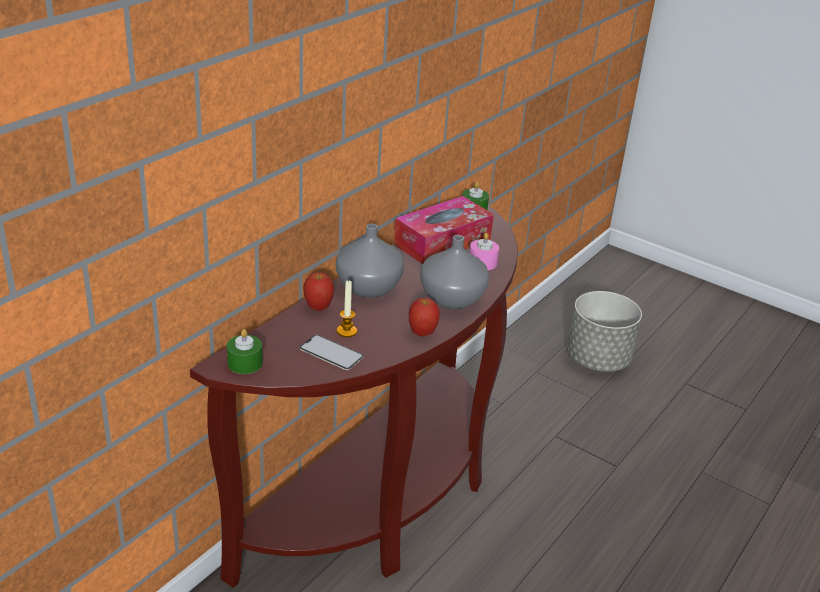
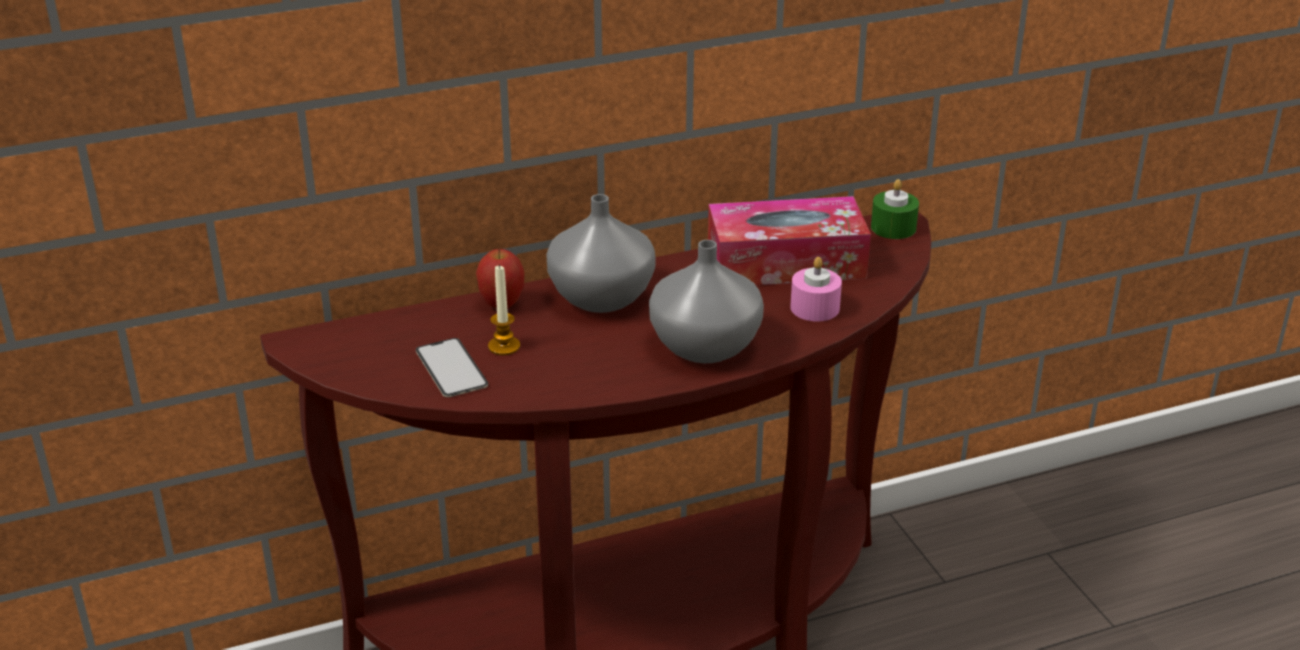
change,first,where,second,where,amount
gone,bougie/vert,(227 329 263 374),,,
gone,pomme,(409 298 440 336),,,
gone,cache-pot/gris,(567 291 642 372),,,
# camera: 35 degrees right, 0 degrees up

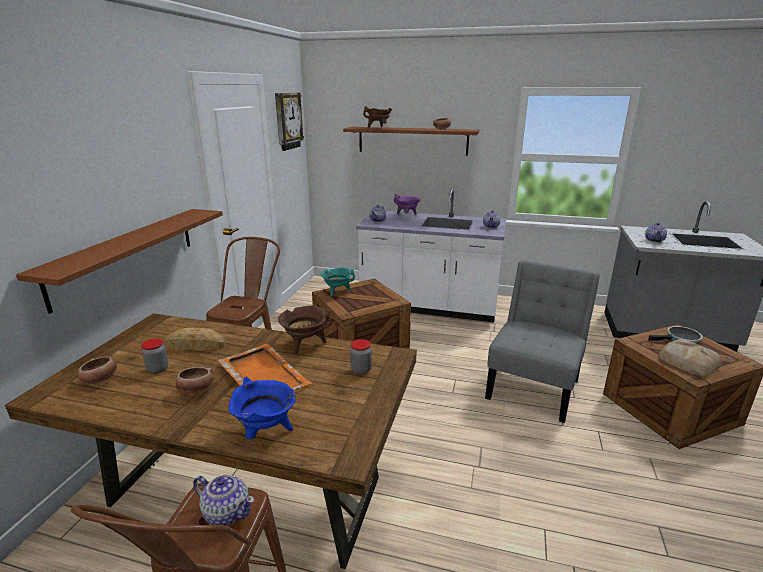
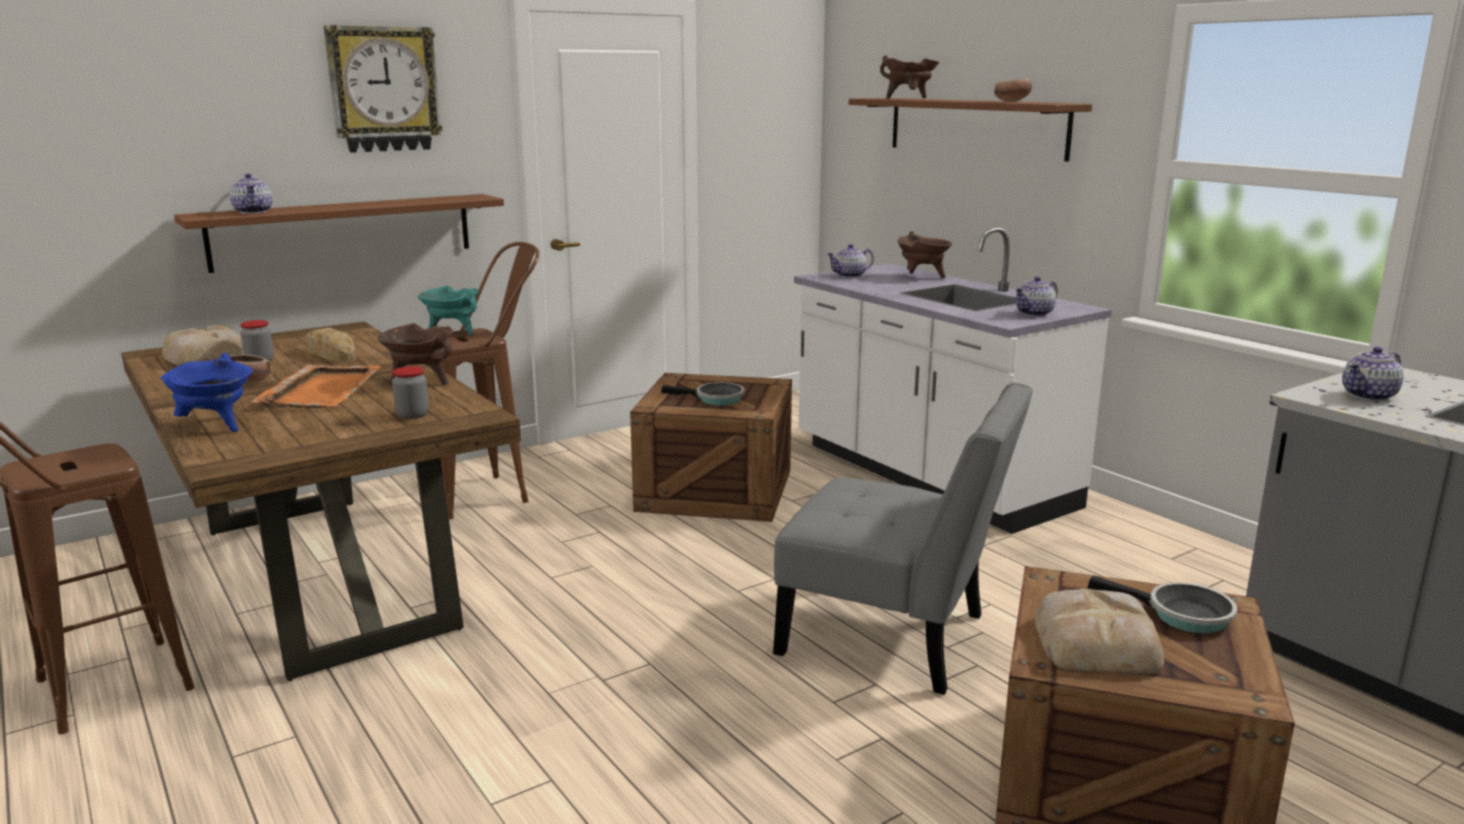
change,first,where,second,where,amount
swapped,bol,(78 357 117 384),pain,(162 325 244 366),
shifted,théière,(193 475 255 526),,(230 173 273 214),
shifted,horloge murale,(275 93 304 151),,(324 25 443 153),
shifted,marmite/turquoise,(321 268 355 297),,(418 286 479 336),
new,,,poêle,(661 382 745 405),
rotated,chaise/gris,(485 260 600 423),,(773 382 1033 695),45 degrees clockwise
repainted,marmite/violet,(394 194 421 215),marmite/marron,(898 231 952 278),
# camera: 40 degrees right, 5 degrees down

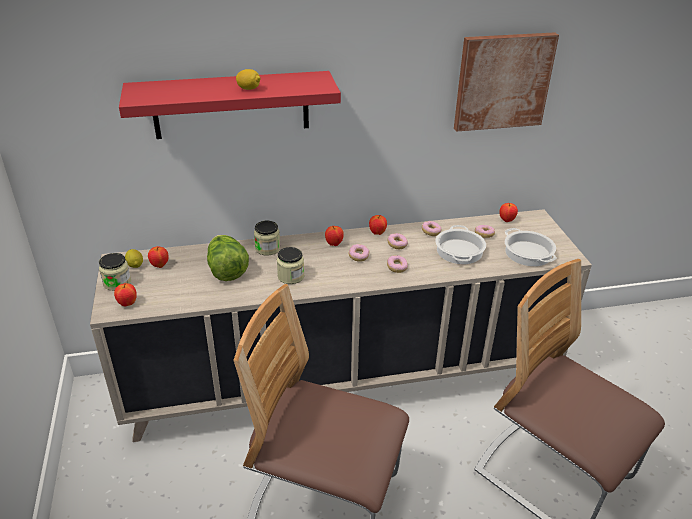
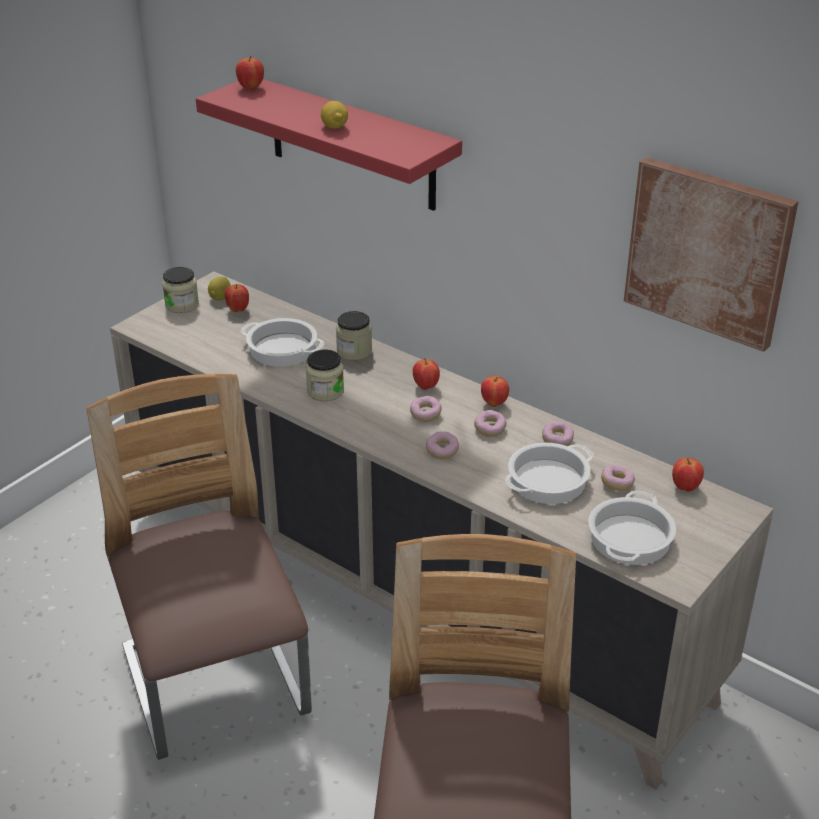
change,first,where,second,where,amount
shifted,pomme,(114 283 137 307),,(236 56 264 90),
swapped,laitue,(207 235 249 281),marmite,(241 318 324 367),
# camera: 50 degrees right, 0 degrees up

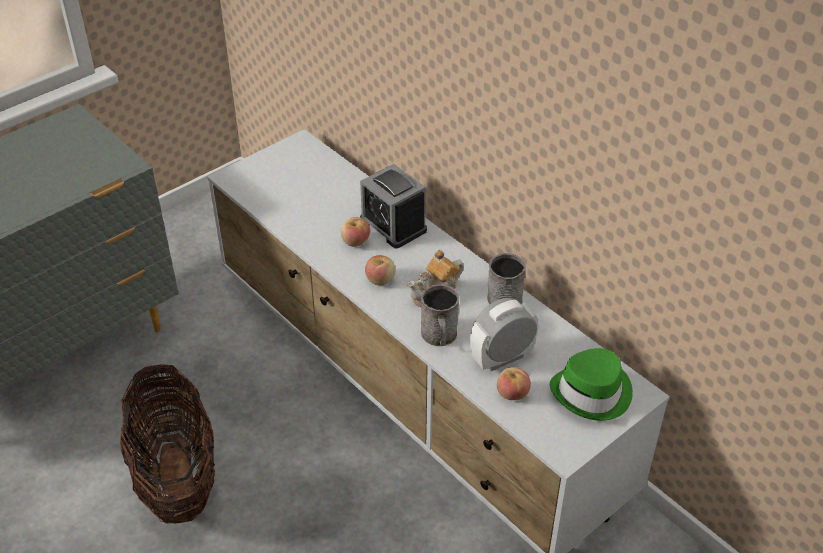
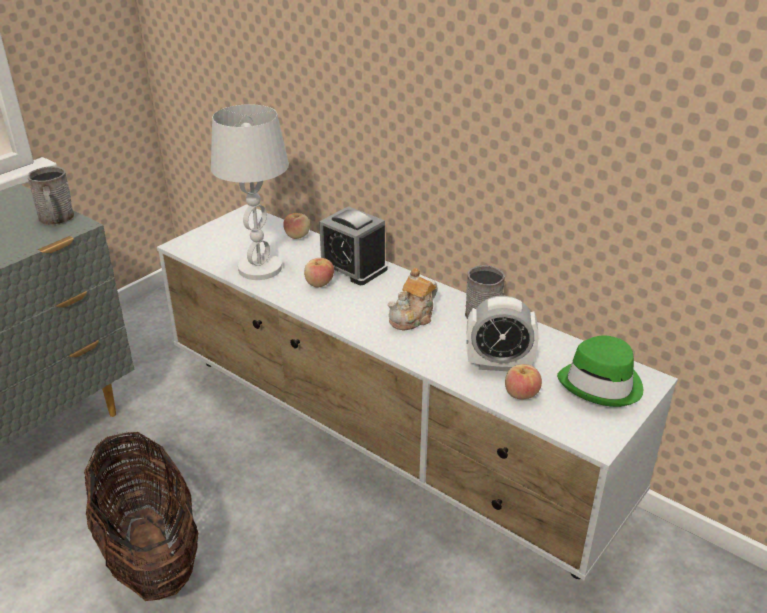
change,first,where,second,where,amount
shifted,mug/gris,(421 284 459 346),,(28 166 75 226),
new,,,lampe de table/blanc,(211 104 289 280),
shifted,pomme,(365 255 395 285),,(283 213 310 239),
rotated,réveil,(470 298 538 371),,(466 296 539 371),135 degrees counterclockwise
# camera: 10 degrees left, 10 degrees down

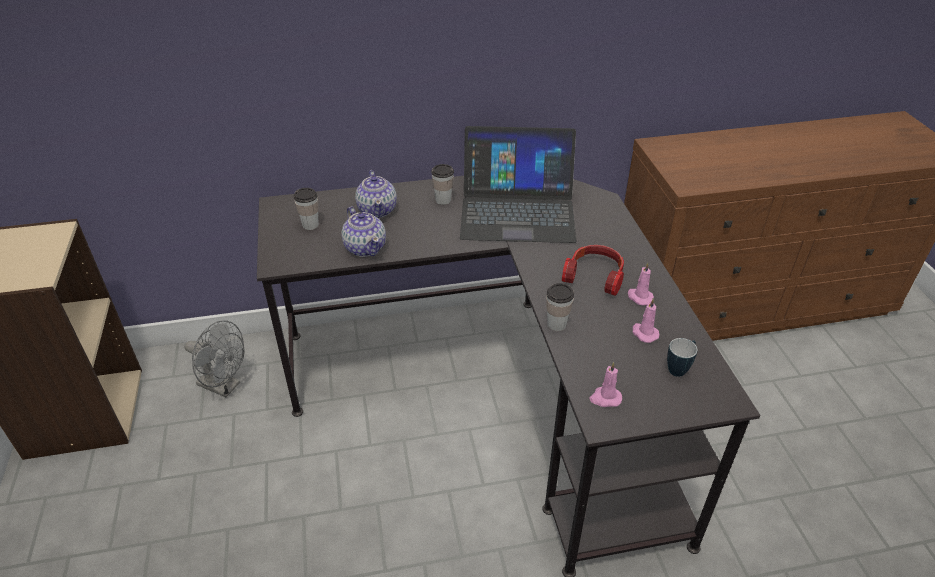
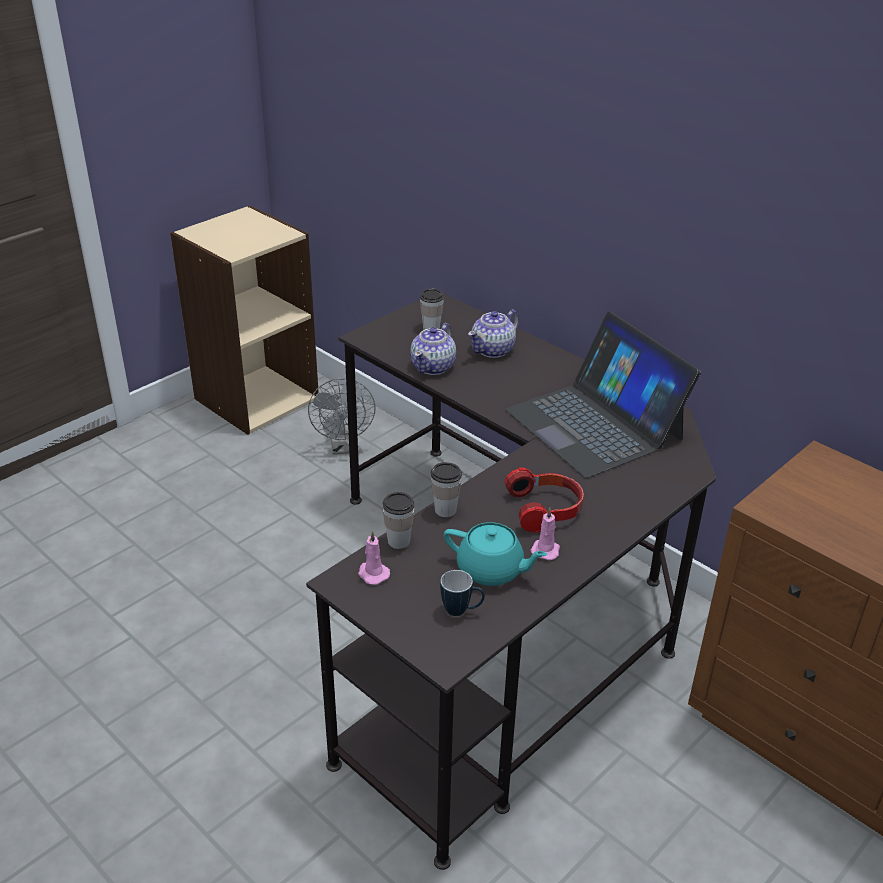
change,first,where,second,where,amount
shifted,tasse,(431 164 454 205),,(383 492 414 549),
swapped,bougie/rose,(633 298 660 343),théière/turquoise,(444 522 548 586),
# camera: 55 degrees right, 5 degrees down

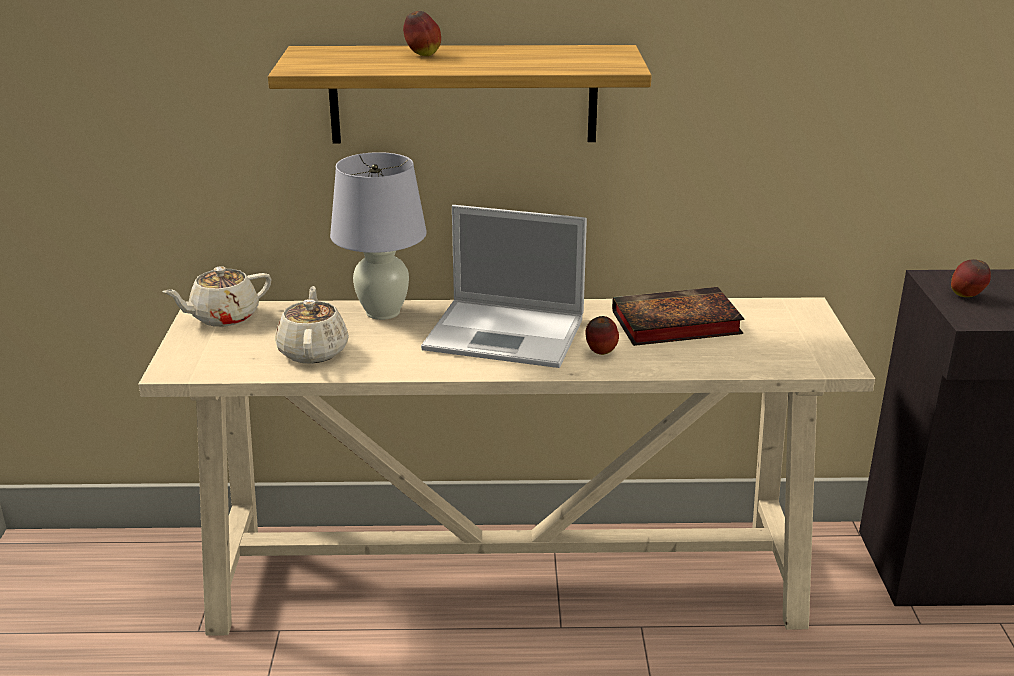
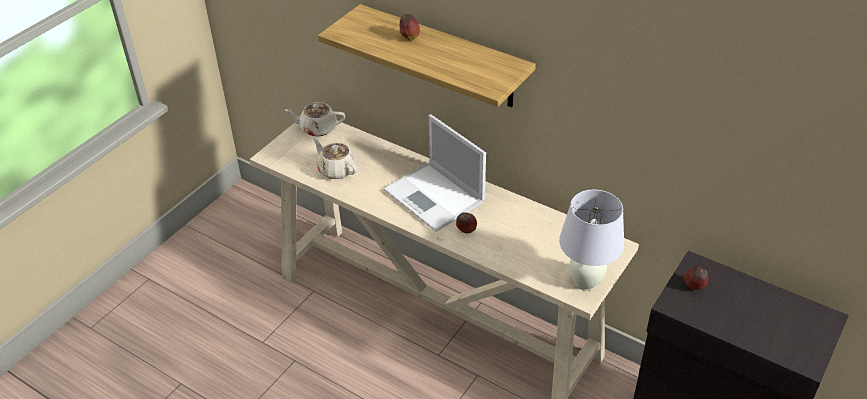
change,first,where,second,where,amount
rotated,théière/beige,(275 286 349 364),,(312 137 357 179),75 degrees counterclockwise
shifted,lampe de table/blanc,(330 152 427 320),,(559 190 624 291),
gone,livre,(612 287 744 346),,,
# camera: 35 degrees right, 15 degrees up

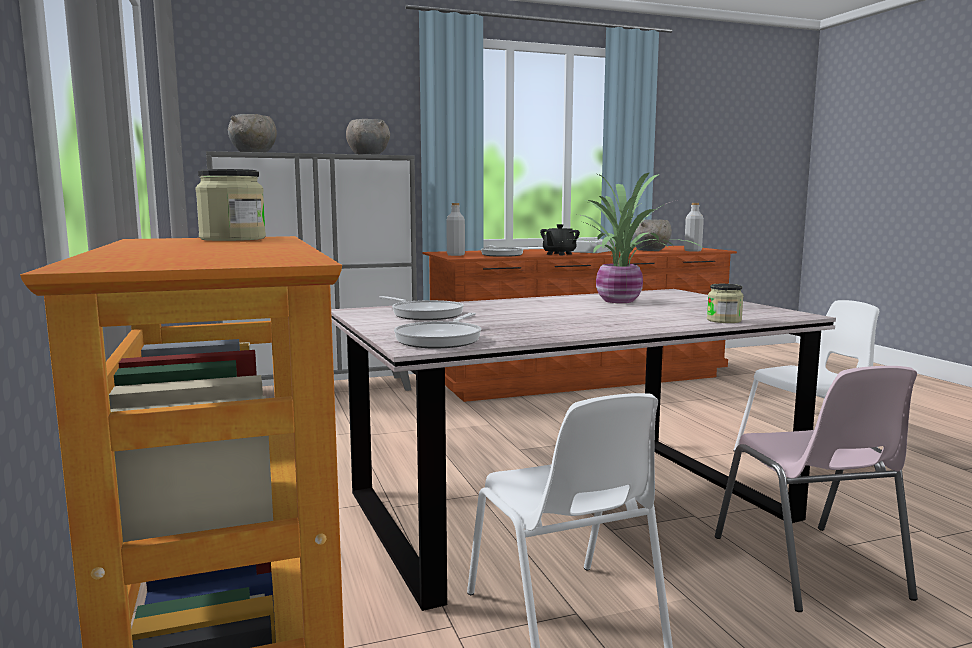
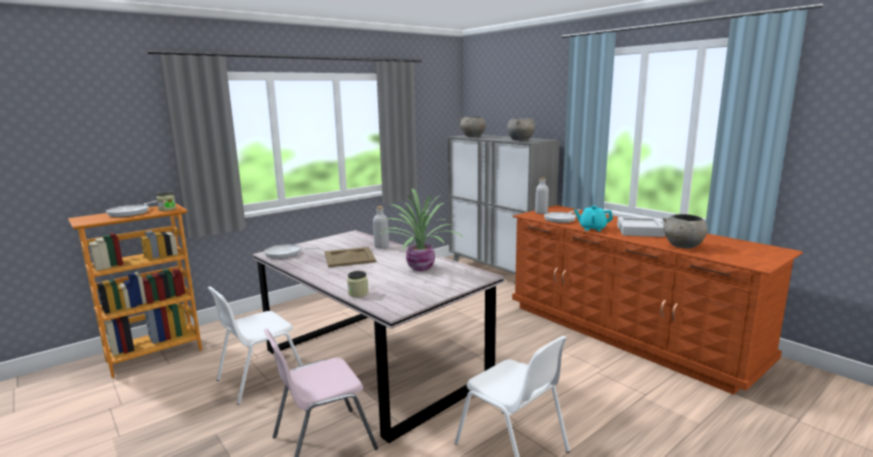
change,first,where,second,where,amount
shifted,poêle,(379 296 464 320),,(106 201 157 217),
new,,,plateau/beige,(324 247 376 267),
shifted,bouteille/gris,(684 203 704 252),,(373 206 389 249),
repainted,théière/noir,(540 224 580 255),théière/turquoise,(574 206 613 232),
# camera: 70 degrees right, 5 degrees up

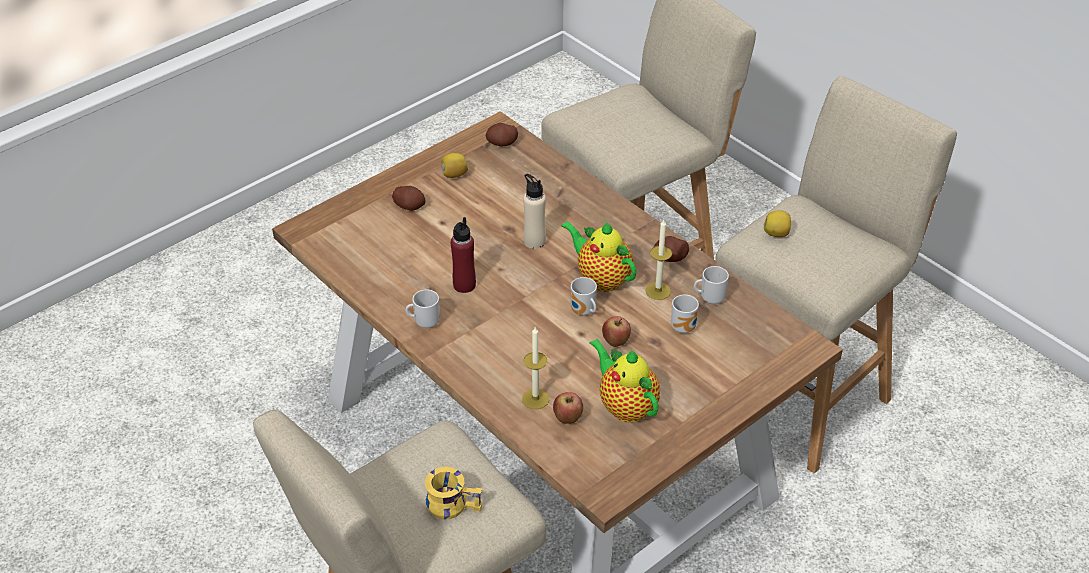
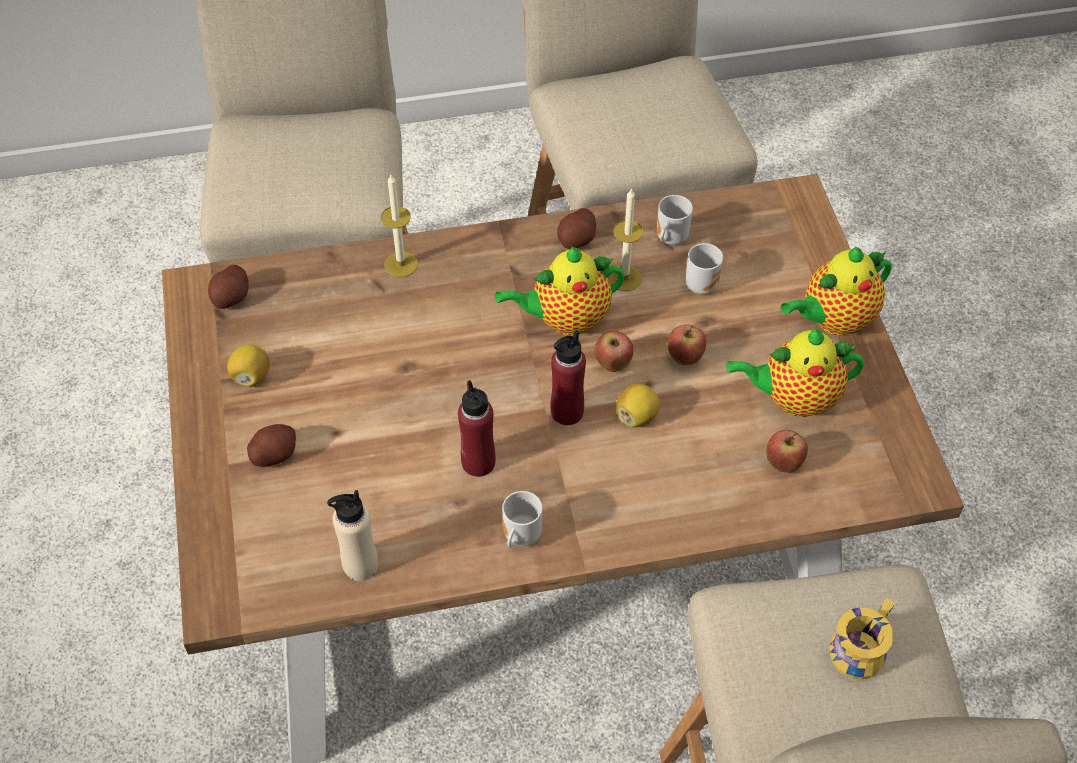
change,first,where,second,where,amount
shifted,bouteille/beige,(523 174 546 249),,(327 490 378 581),
shifted,bougie,(522 327 549 409),,(381 175 418 277),
new,,,bouteille/rouge,(551 330 586 425),
swapped,mug,(571 277 597 316),pomme,(594 331 633 372),
shifted,citron,(764 210 791 237),,(616 383 660 427),
new,,,théière,(781 247 892 335),
# camera: 60 degrees left, 10 degrees up

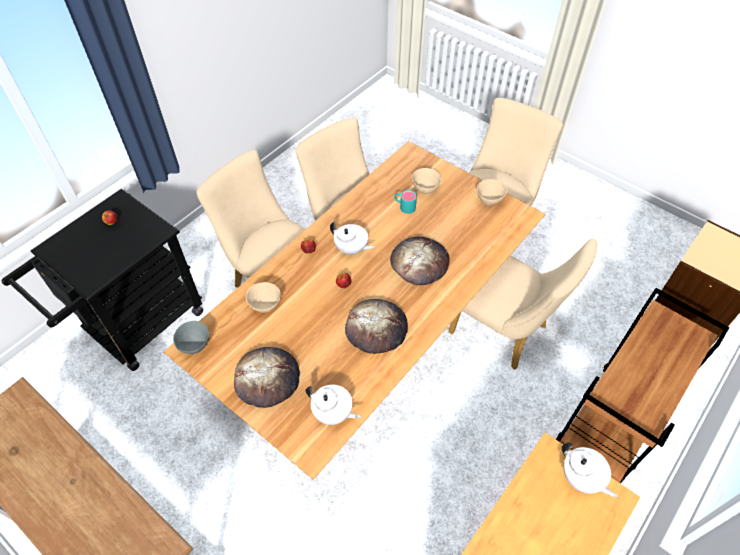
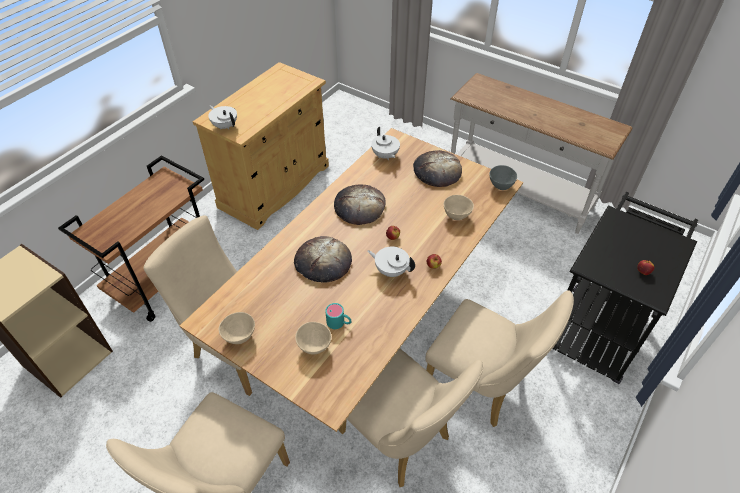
change,first,where,second,where,amount
rotated,théière/blanc,(306 385 361 425),,(371 127 400 160),135 degrees counterclockwise
# camera: 175 degrees right, 5 degrees down

